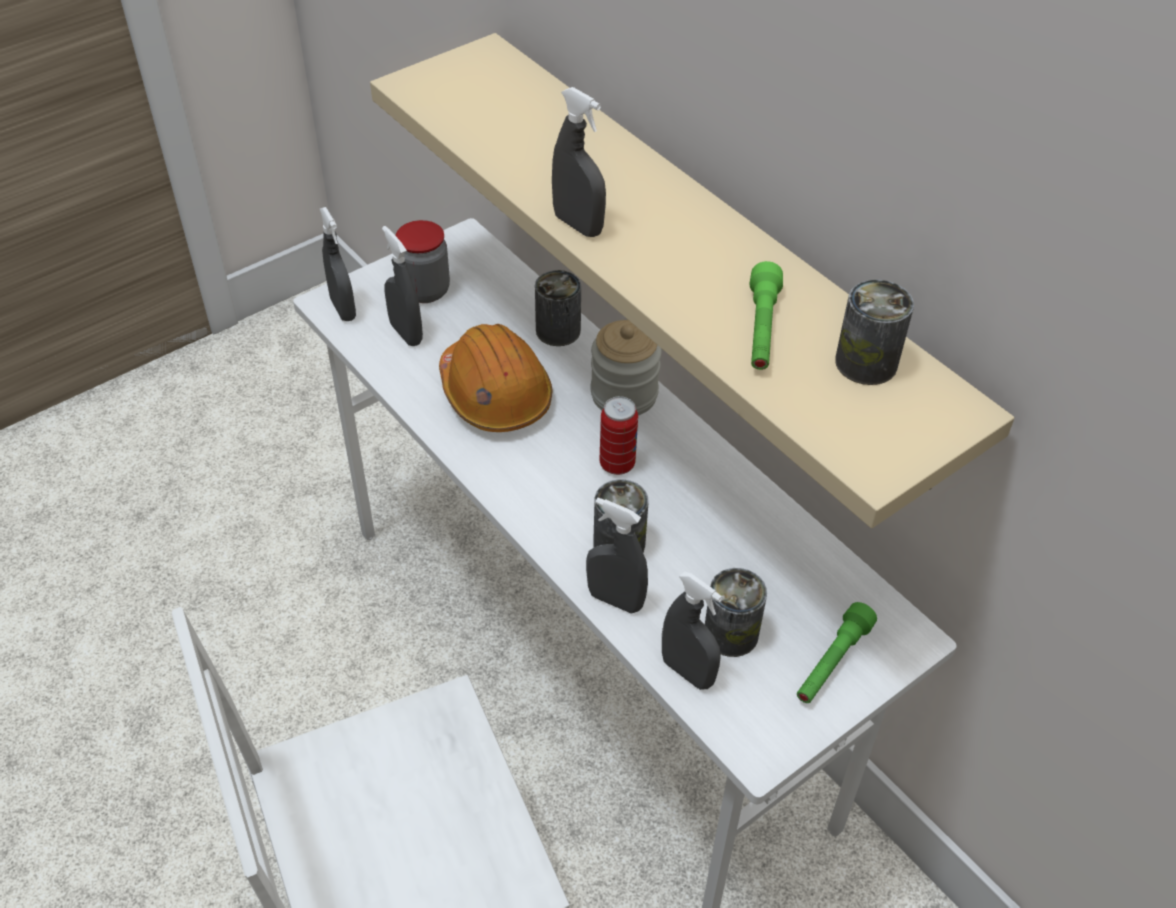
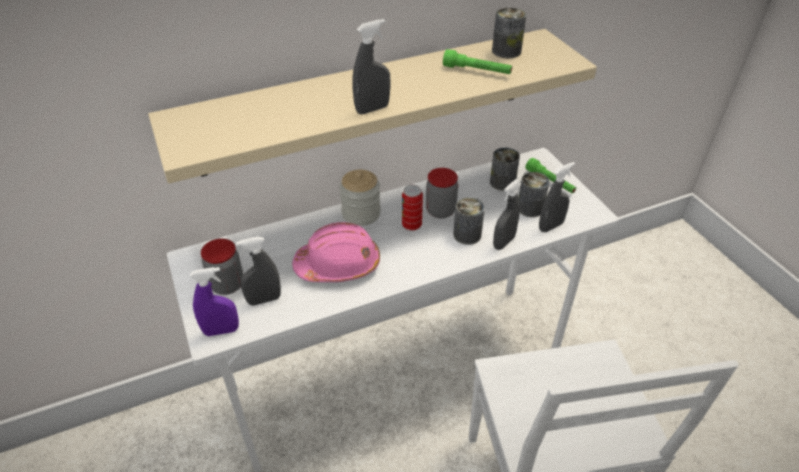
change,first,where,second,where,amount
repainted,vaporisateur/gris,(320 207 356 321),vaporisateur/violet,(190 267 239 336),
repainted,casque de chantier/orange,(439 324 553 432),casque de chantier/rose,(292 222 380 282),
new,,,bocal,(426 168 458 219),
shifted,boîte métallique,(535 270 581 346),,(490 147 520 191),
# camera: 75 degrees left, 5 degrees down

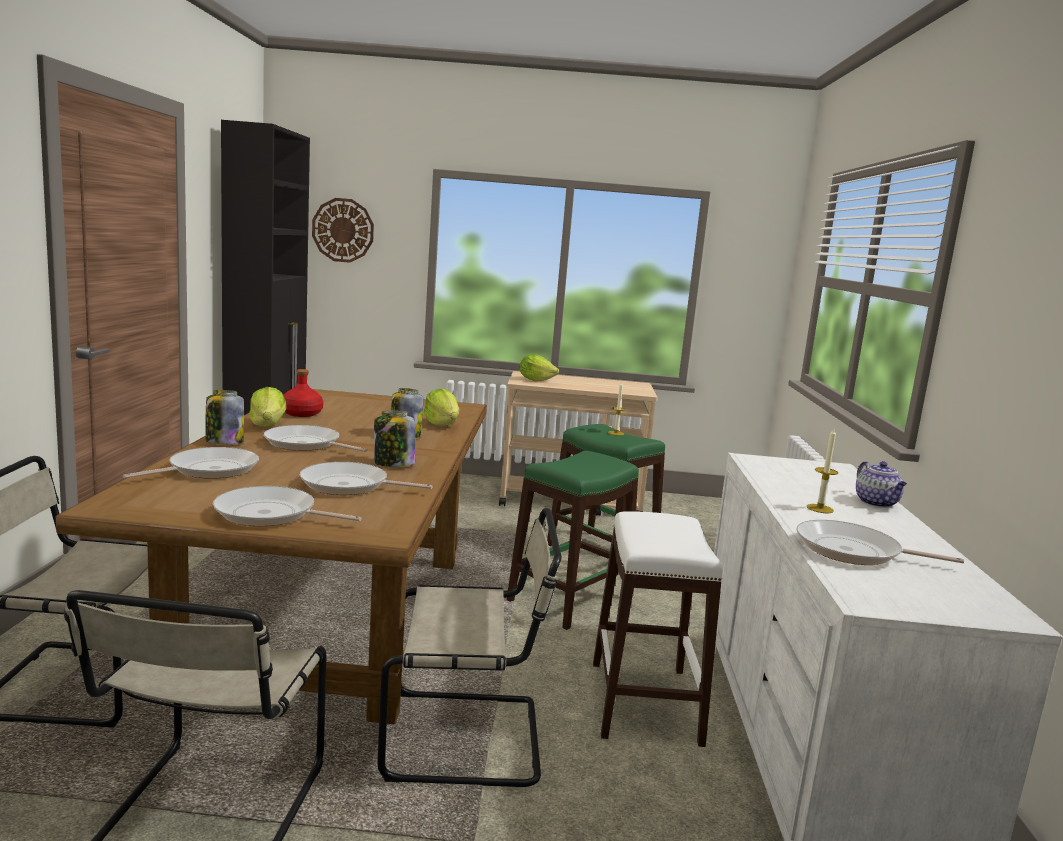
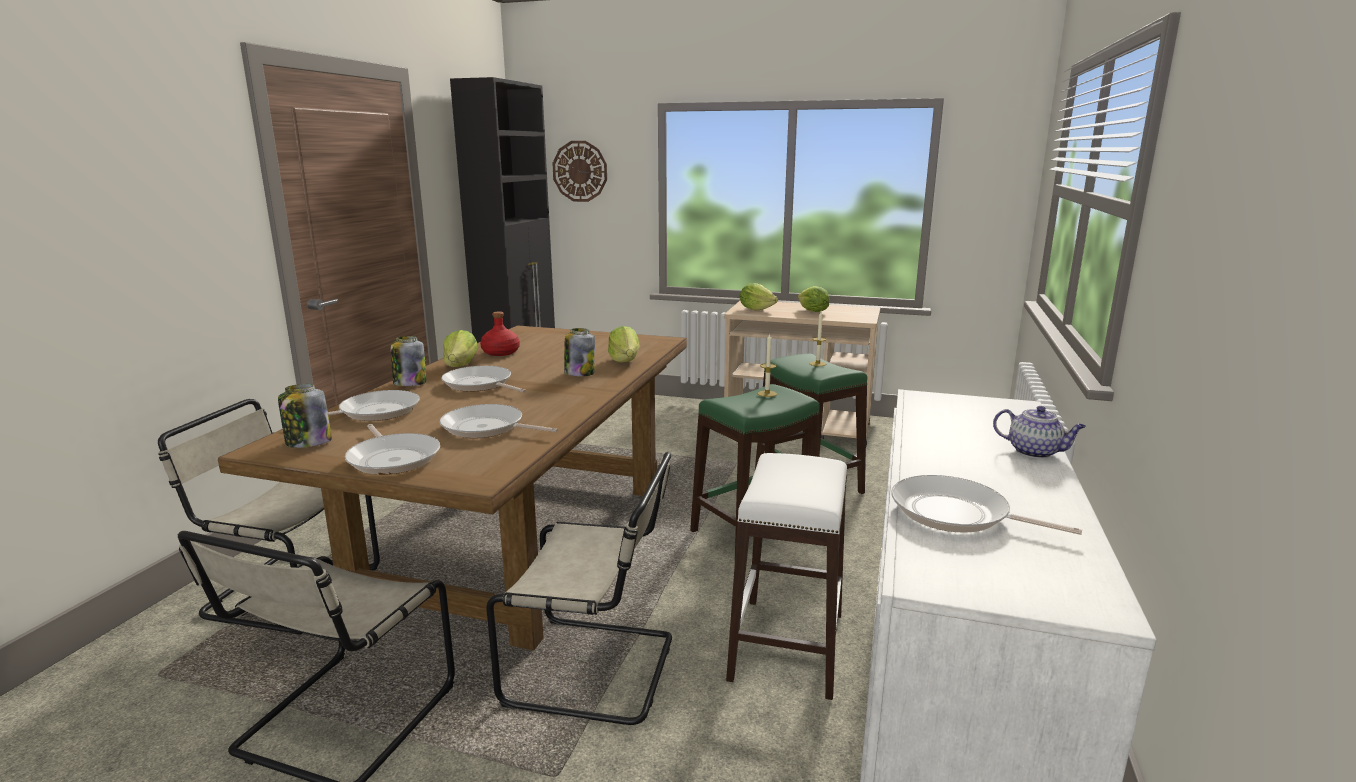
change,first,where,second,where,amount
shifted,bocal,(374 410 415 467),,(278 384 332 448),
rotated,poêle,(213 486 362 526),,(345 424 440 475),150 degrees counterclockwise
shifted,bougie,(806 428 838 513),,(758 333 777 397),
new,,,laitue,(798 286 829 312),
rotated,théière,(856 461 907 508),,(993 406 1086 458),60 degrees counterclockwise
# camera: 15 degrees right, 5 degrees up

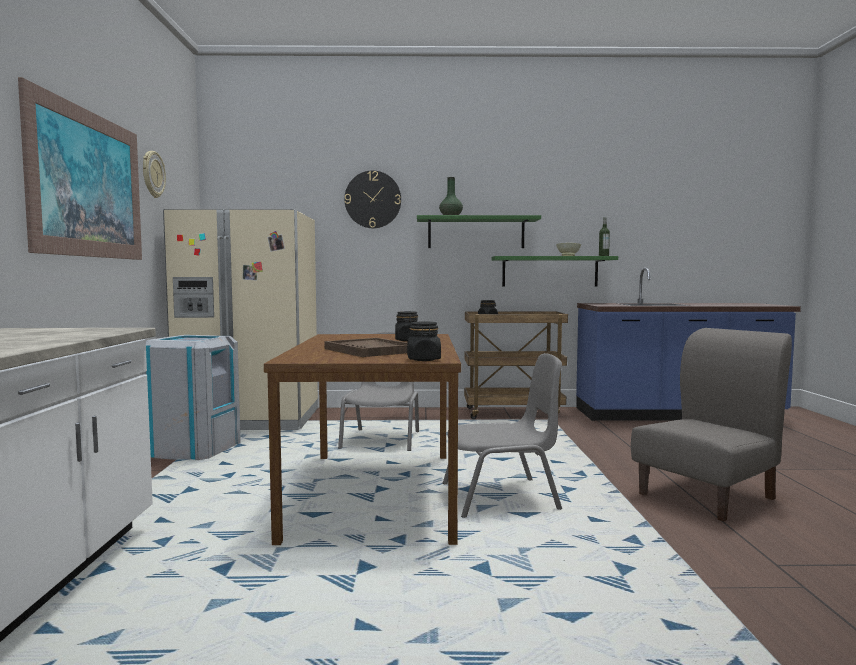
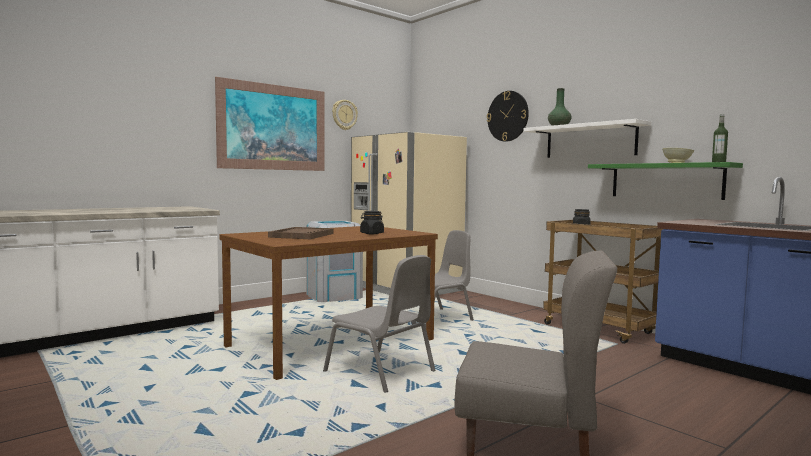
change,first,where,second,where,amount
repainted,étagère/vert,(417 215 541 248),étagère/blanc,(523 119 651 158),
gone,bocal/noir,(407 322 441 361),,,
# camera: 50 degrees right, 0 degrees up

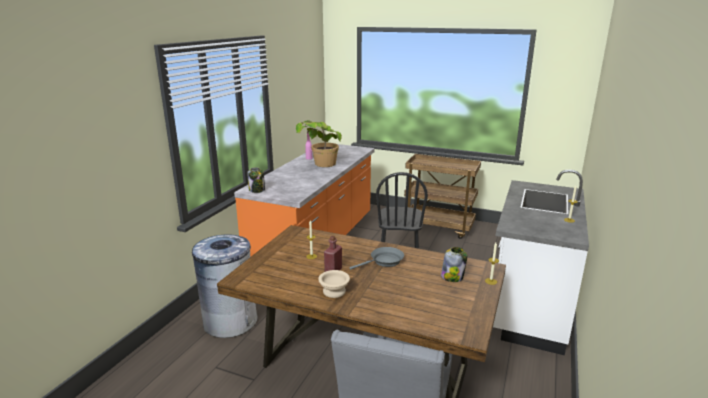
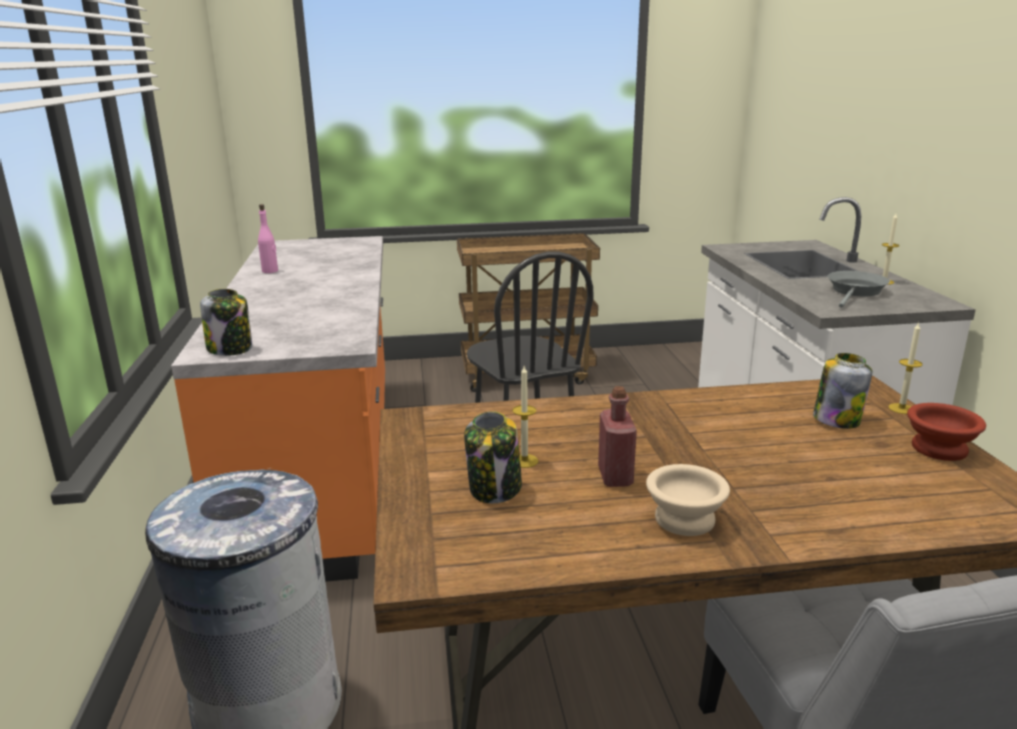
change,first,where,second,where,amount
new,,,bocal,(464 411 522 503),
shifted,poêle/gris,(349 247 404 270),,(828 271 890 308),
new,,,bol/marron,(907 403 986 461),
gone,plante en pot,(296 120 342 167),,,
# camera: 30 degrees left, 0 degrees up

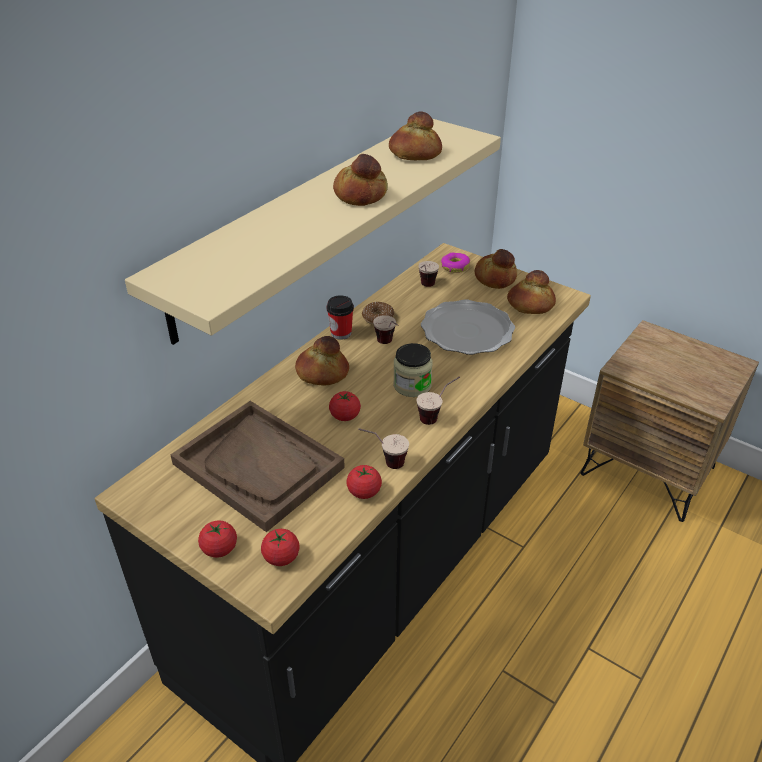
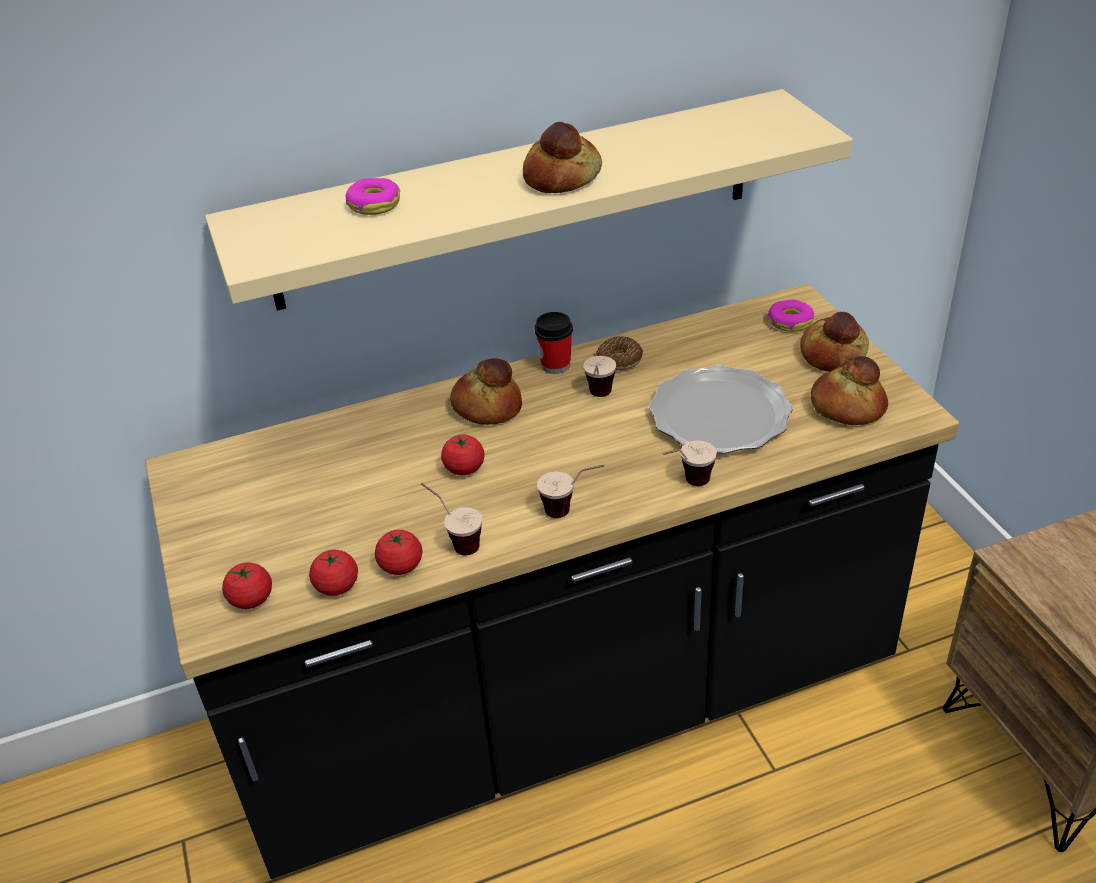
change,first,where,second,where,amount
shifted,tomate,(198 521 237 558),,(309 550 358 596),
new,,,beignet,(346 178 400 215),
shifted,tasse,(418 261 439 287),,(663 440 717 486),
gone,plateau/marron,(171 401 345 532),,,
gone,pain,(389 111 442 160),,,
gone,bocal,(393 343 433 397),,,
# camera: 35 degrees right, 0 degrees up

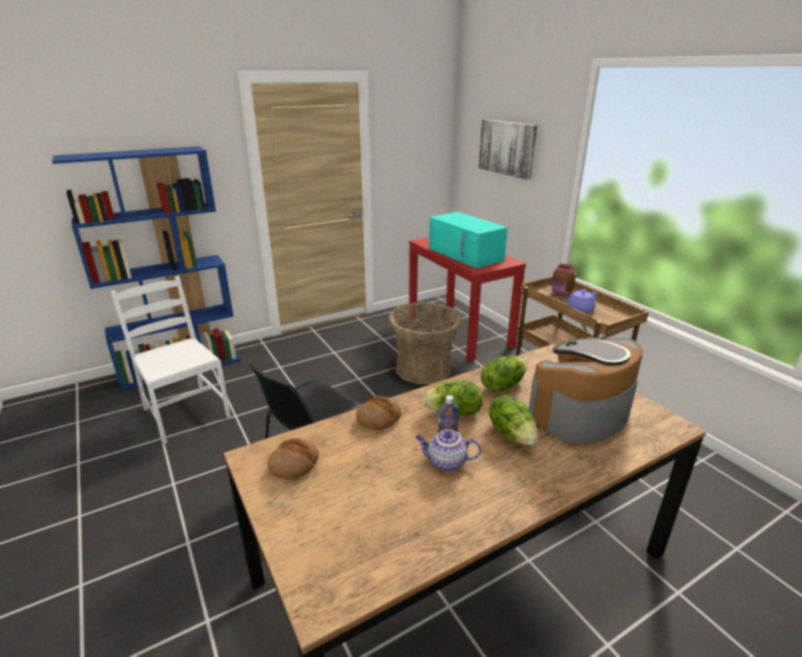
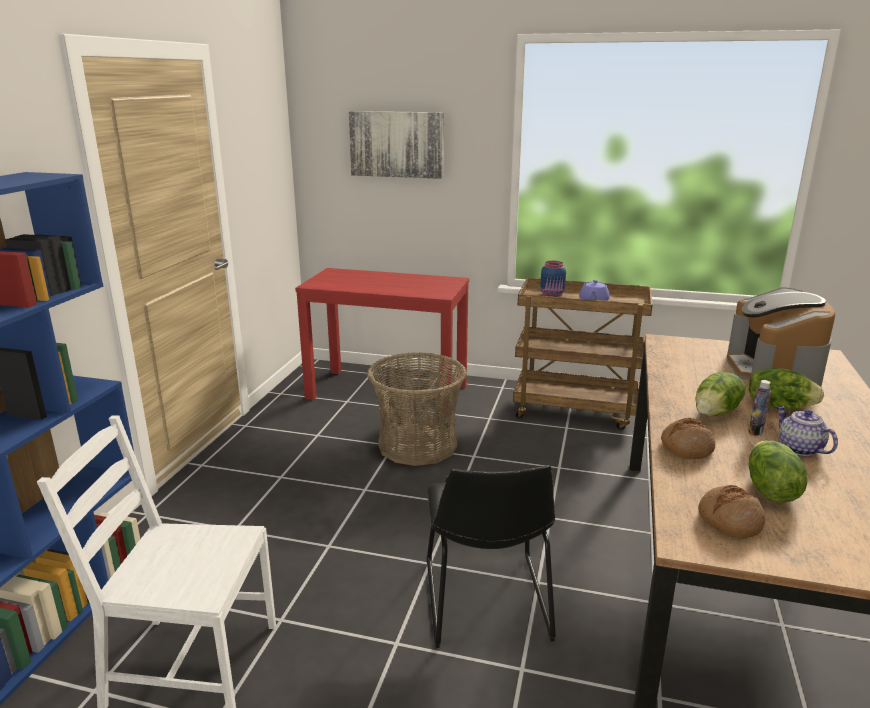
change,first,where,second,where,amount
repainted,bocal/marron,(552 264 576 296),bocal/bleu,(540 261 566 297),
shifted,laitue,(481 356 527 392),,(749 441 807 503),
rotated,théière,(416 429 481 472),,(777 406 838 456),105 degrees clockwise
gone,micro-ondes/turquoise,(429 212 508 268),,,
# camera: 45 degrees left, 5 degrees down

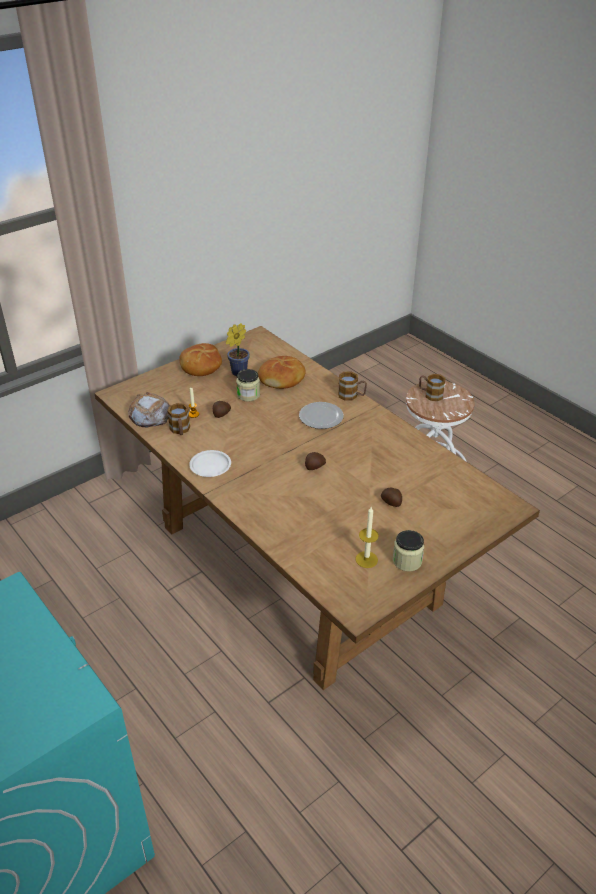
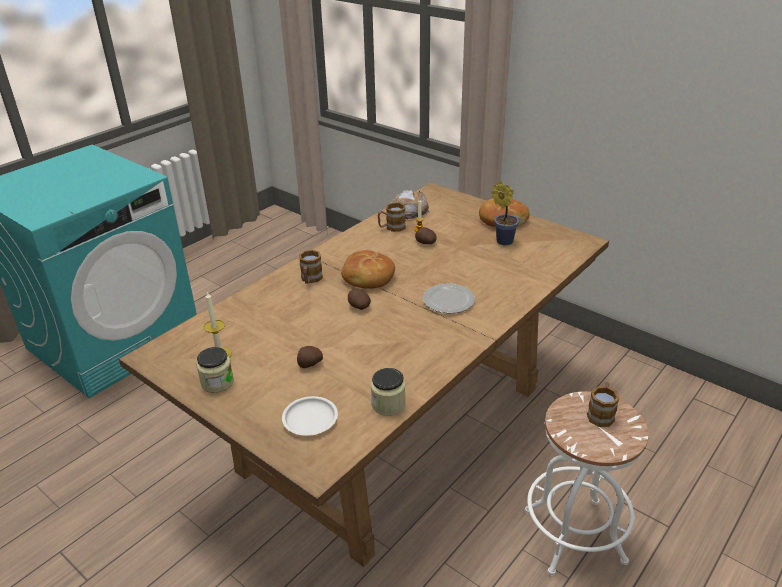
change,first,where,second,where,amount
shifted,assiette/blanc,(189 450 231 477),,(282 396 338 436),
shifted,mug,(338 372 367 401),,(299 250 323 284),
shifted,pain,(258 356 305 389),,(341 250 395 289),
shifted,bocal,(236 369 260 402),,(371 368 405 416),
# camera: 80 degrees right, 5 degrees down

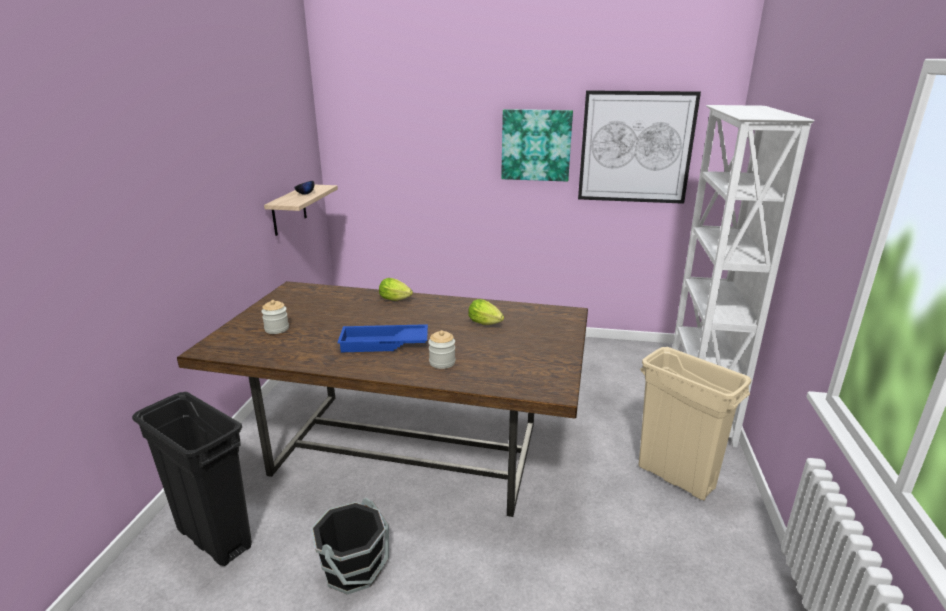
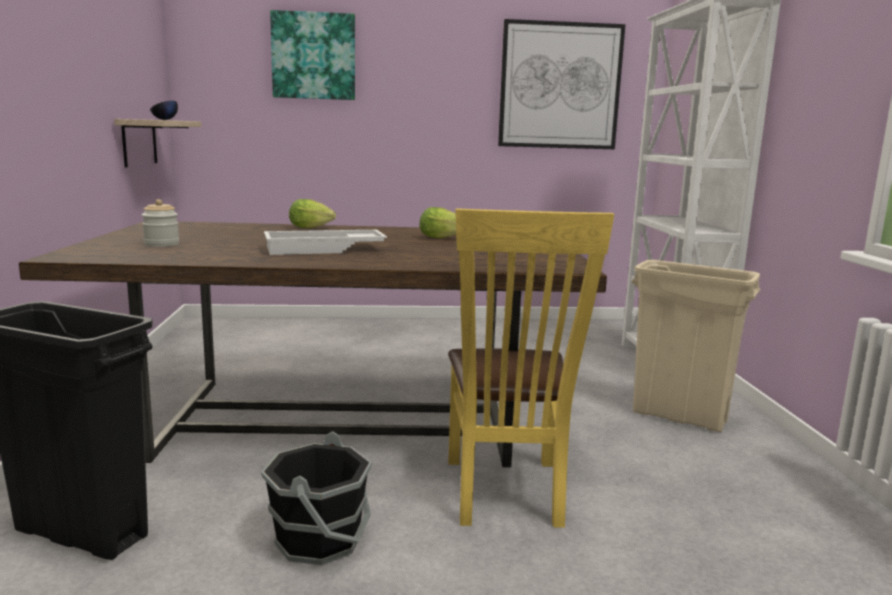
change,first,where,second,where,amount
repainted,plateau/bleu,(337 324 428 352),plateau/blanc,(264 230 387 255),
shifted,tableau,(501 109 573 182),,(270 10 355 100),
new,,,chaise/jaune,(448 208 614 528),
gone,bocal,(428 330 456 369),,,
# camera: 15 degrees left, 10 degrees down

